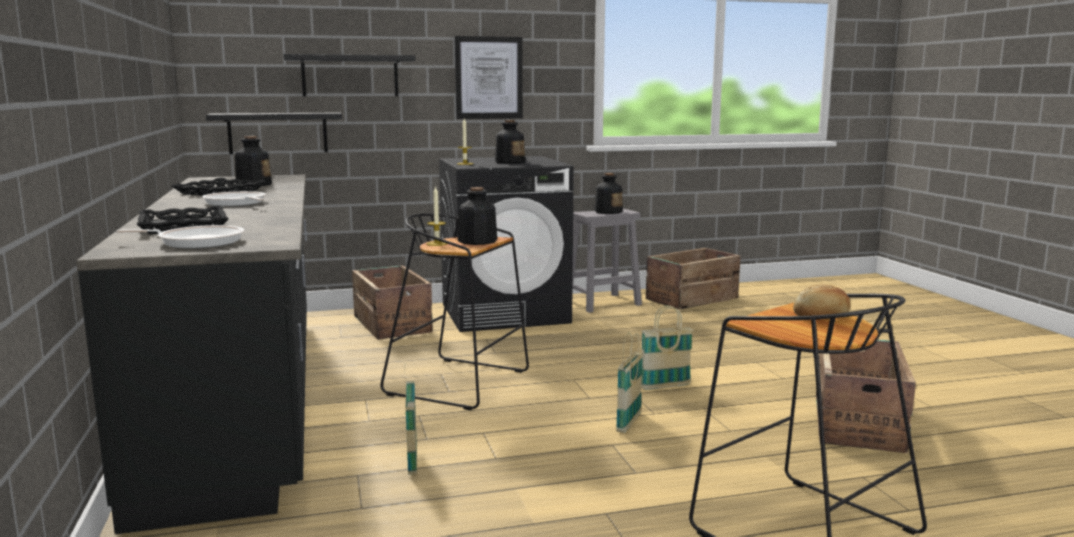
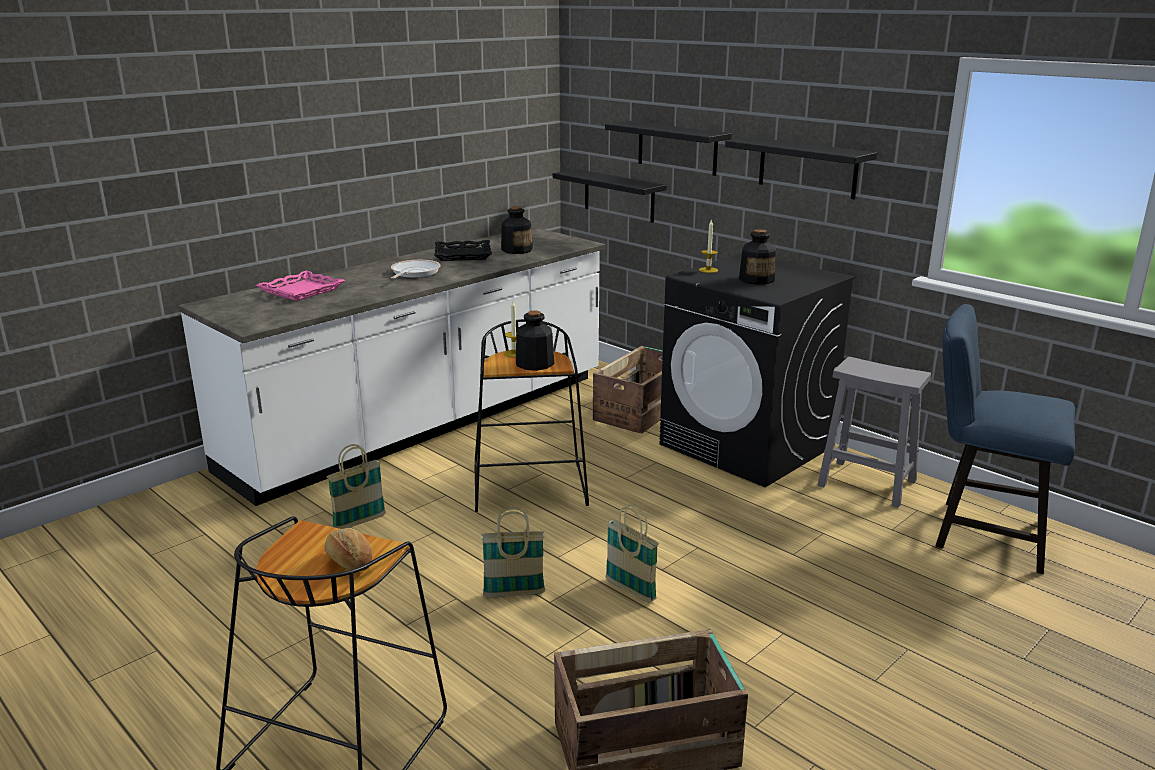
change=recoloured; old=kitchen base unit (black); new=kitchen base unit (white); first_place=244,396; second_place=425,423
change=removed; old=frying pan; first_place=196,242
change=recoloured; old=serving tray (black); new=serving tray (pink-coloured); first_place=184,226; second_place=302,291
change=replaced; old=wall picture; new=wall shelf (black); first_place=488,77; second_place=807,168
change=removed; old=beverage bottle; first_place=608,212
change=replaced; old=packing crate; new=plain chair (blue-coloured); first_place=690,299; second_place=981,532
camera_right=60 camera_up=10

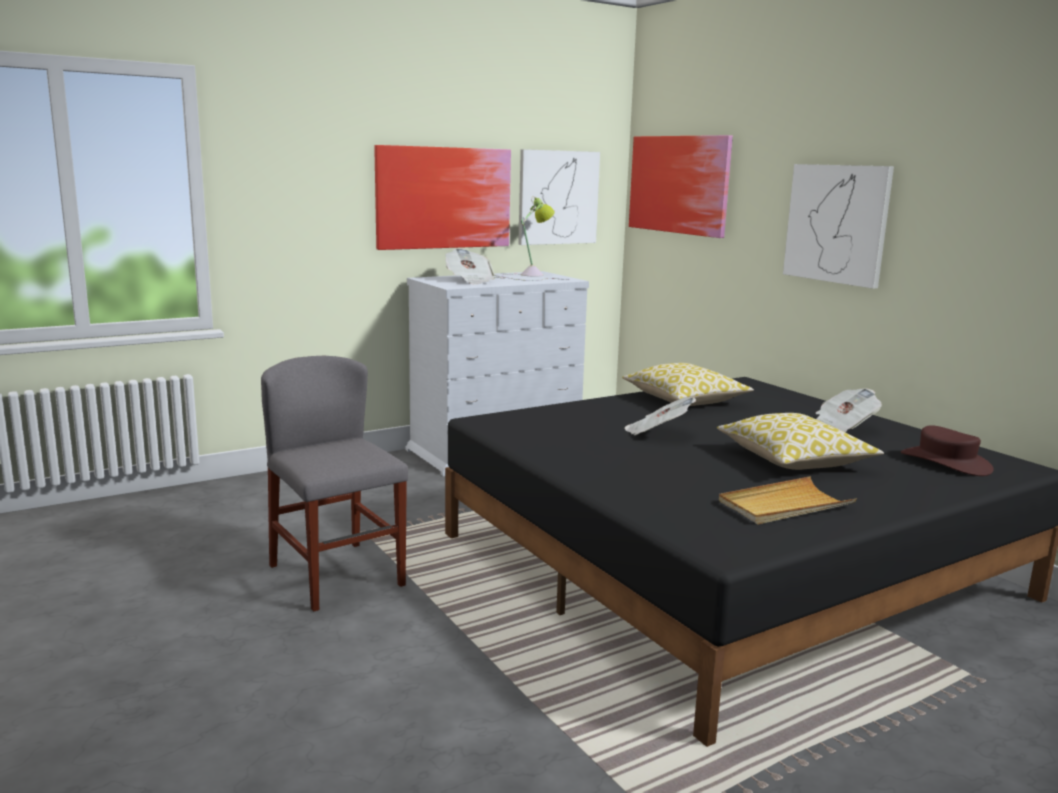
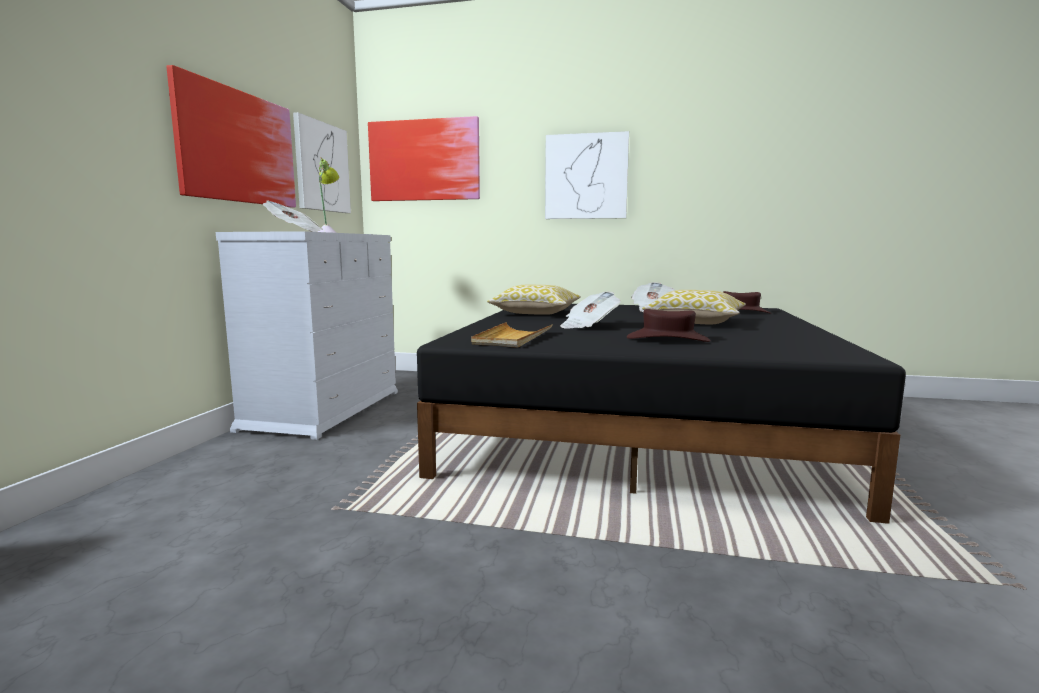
change=removed; old=plain chair (greyish); first_place=336,575
change=moved; old=serving tray (beige-coloured); first_place=784,505; second_place=512,338
change=added; new=clothing hat (brown); second_place=667,339
camera_right=-45 camera_up=-5

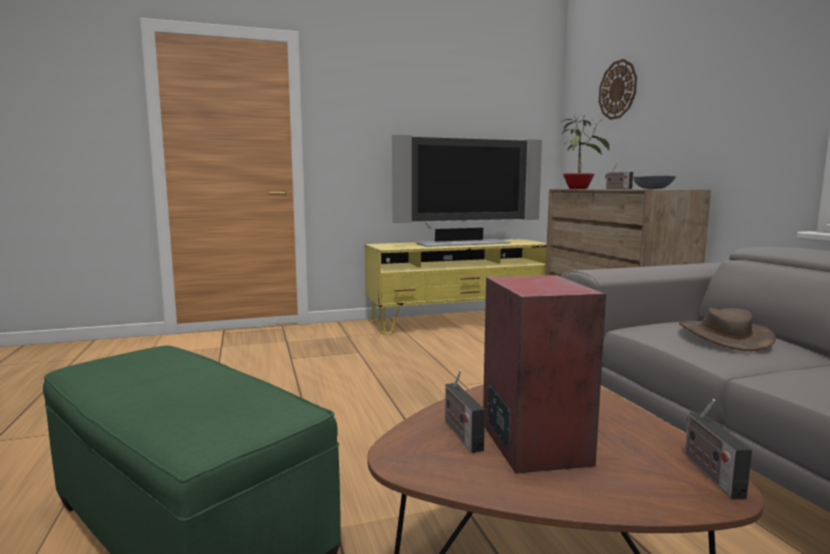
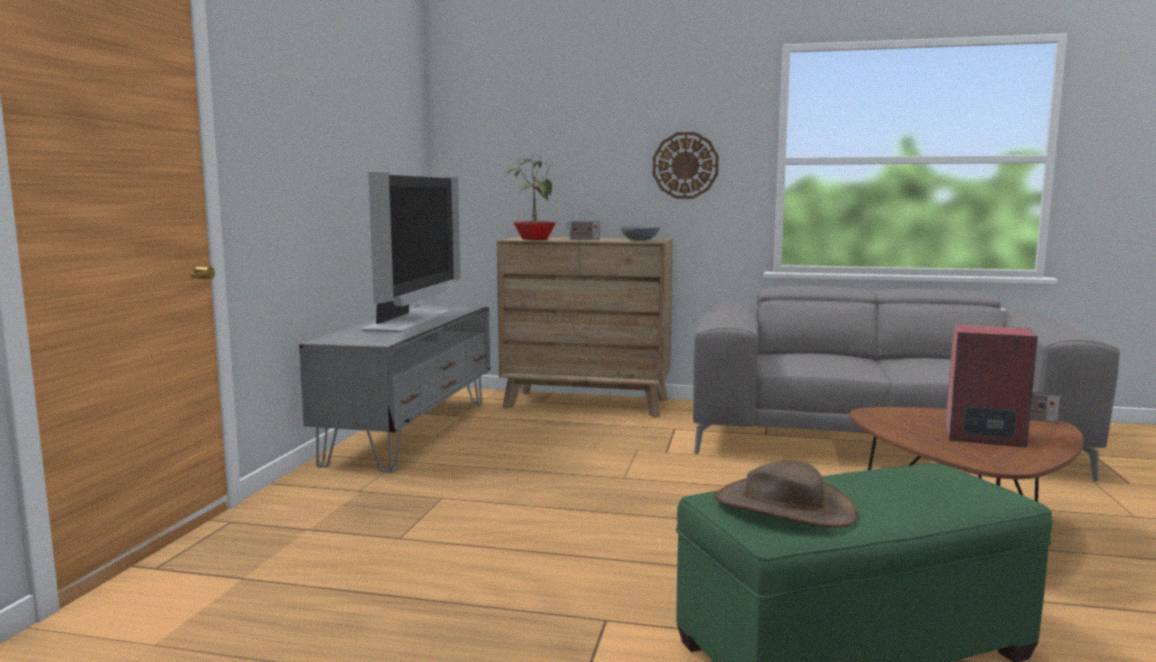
change=recoloured; old=media console (yellow-coloured); new=media console (greyish); first_place=458,321; second_place=411,431
change=removed; old=radio receiver; first_place=460,434
change=moved; old=wall clock; first_place=618,90; second_place=685,165
change=moved; old=clothing hat (brown); first_place=724,337; second_place=784,507
camera_right=-60 camera_up=0

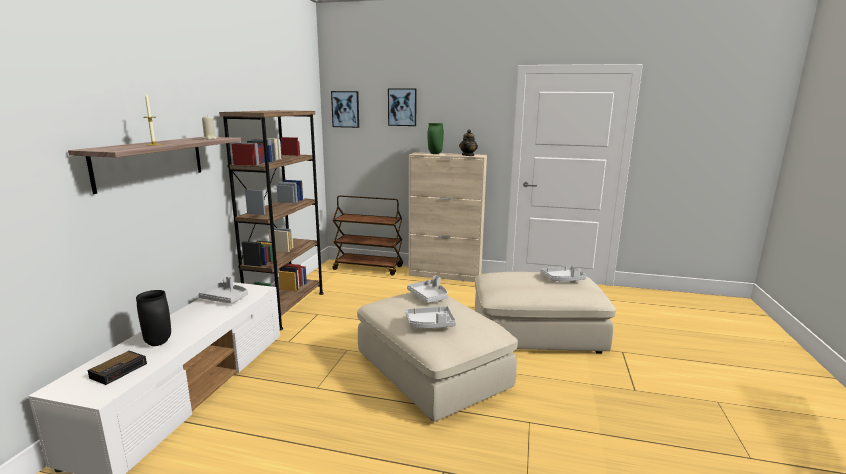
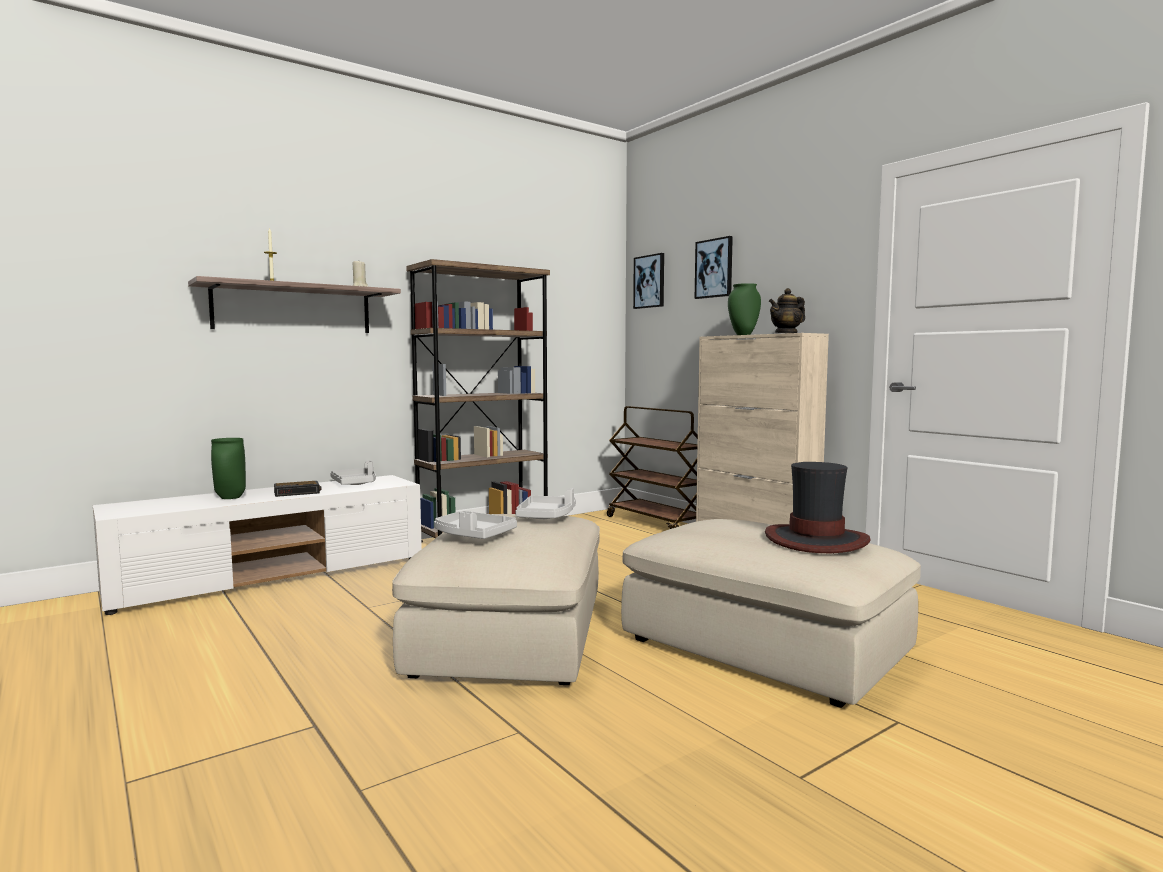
change=moved; old=bedside clock; first_place=120,370; second_place=298,492
change=recoloured; old=decorative vase (black); new=decorative vase (greenish); first_place=157,343; second_place=229,498
change=replaced; old=serving tray (greyish); new=clothing hat; first_place=562,279; second_place=816,540
camera_right=40 camera_up=-10

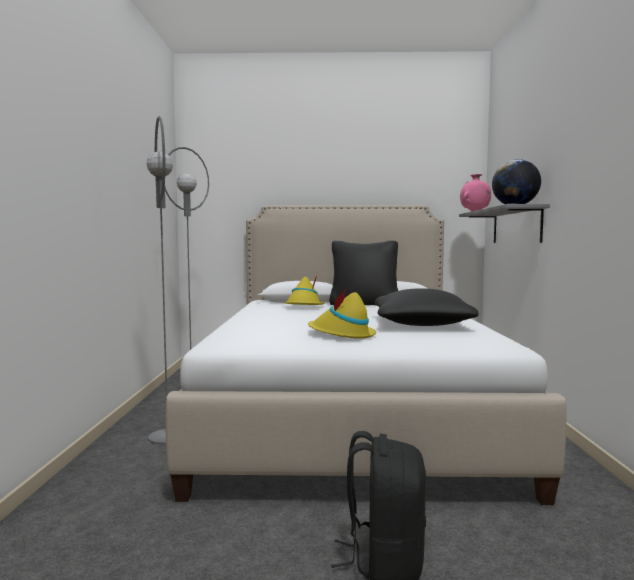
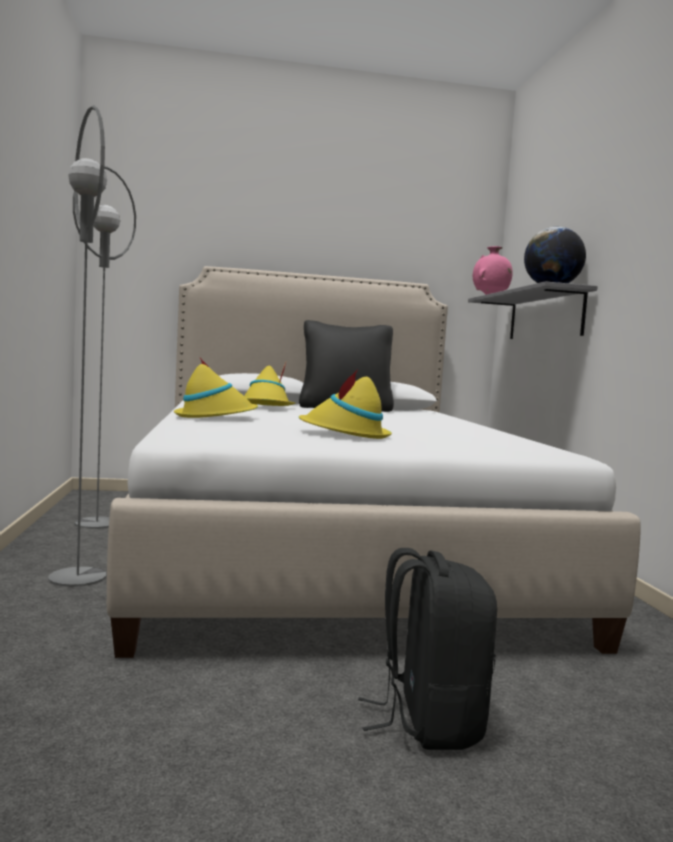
change=removed; old=pillow (black); first_place=421,324
change=added; new=clothing hat (yellow-coloured); second_place=215,417
camera_right=-10 camera_up=0

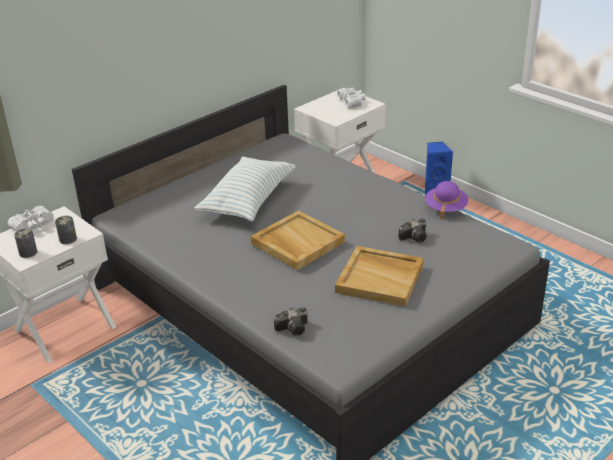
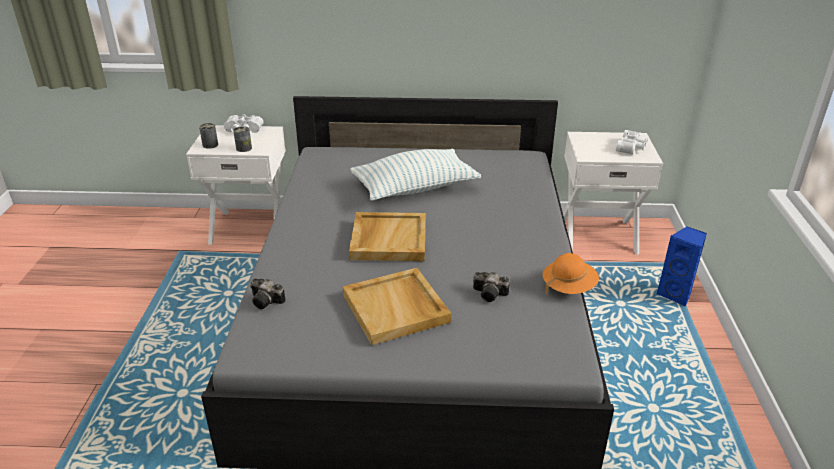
change=recoloured; old=clothing hat (purple-coloured); new=clothing hat (orange); first_place=445,208; second_place=568,287
camera_right=45 camera_up=0

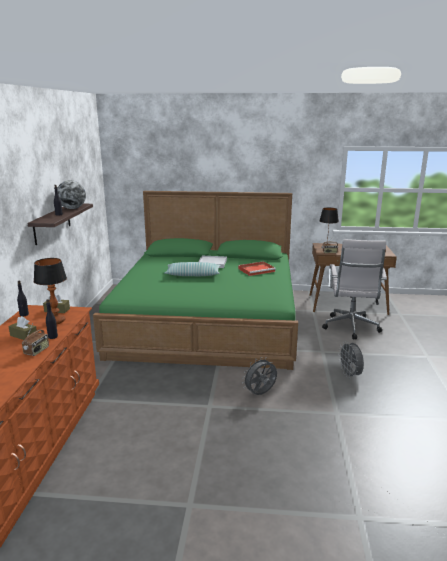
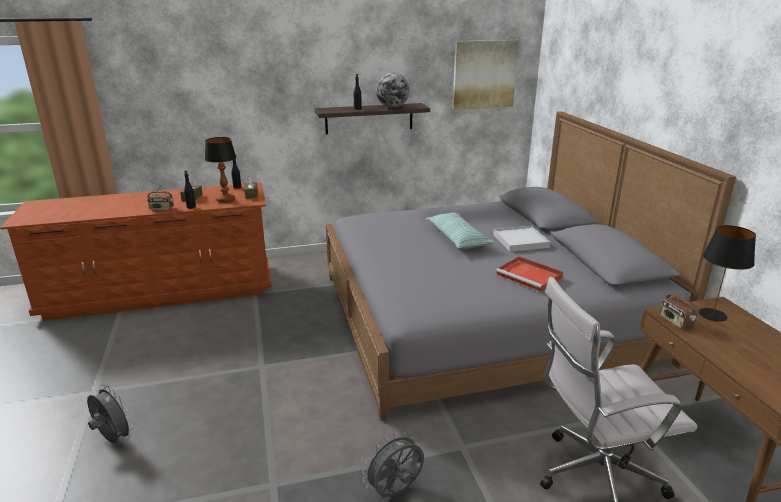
change=recoloured; old=bedroom bed (greenish); new=bedroom bed (greyish); first_place=208,319; second_place=483,315
change=moved; old=fan (greyish); first_place=260,394; second_place=113,439
change=added; new=wall picture; second_place=484,74
camera_right=70 camera_up=5

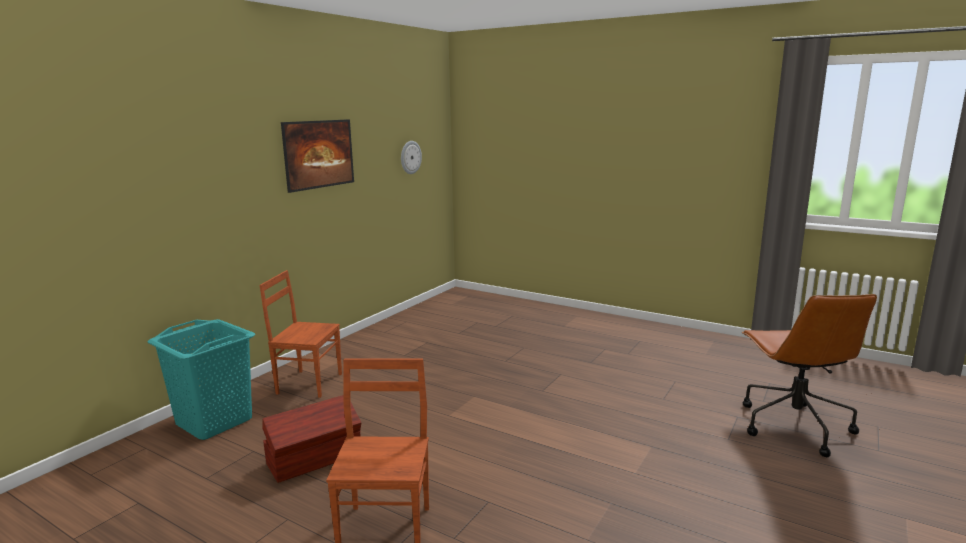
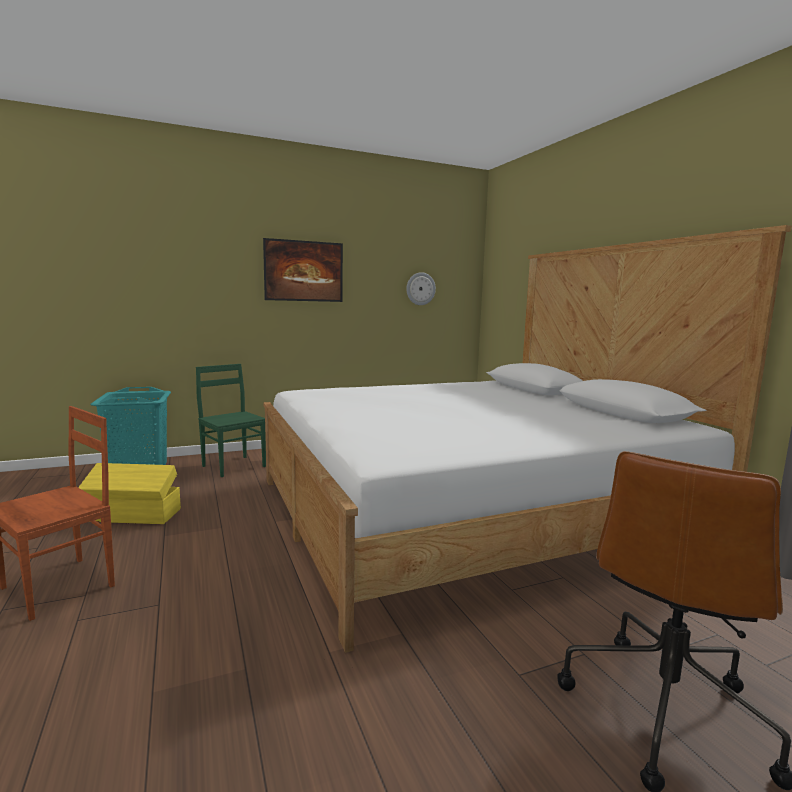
change=recoloured; old=plain chair (brown); new=plain chair (greenish); first_place=309,383; second_place=234,466
change=recoloured; old=storage bin (brown); new=storage bin (yellow-coloured); first_place=316,459; second_place=133,515
change=added; new=bedroom bed; second_place=469,511
camera_right=35 camera_up=-5

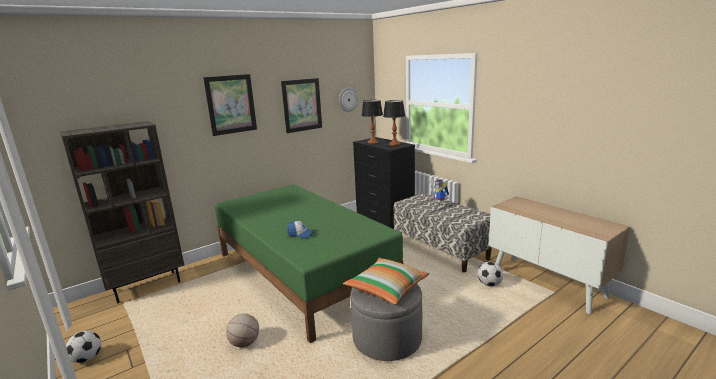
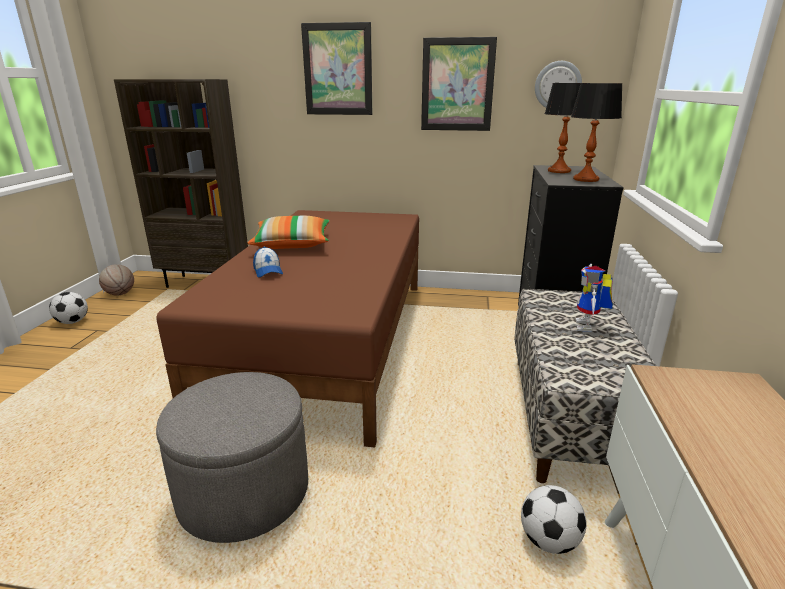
change=recoloured; old=bedroom bed (greenish); new=bedroom bed (brown); first_place=303,272; second_place=330,340
change=moved; old=basketball ball; first_place=244,343; second_place=120,294
change=moved; old=pillow; first_place=387,288; second_place=292,244
camera_right=45 camera_up=5

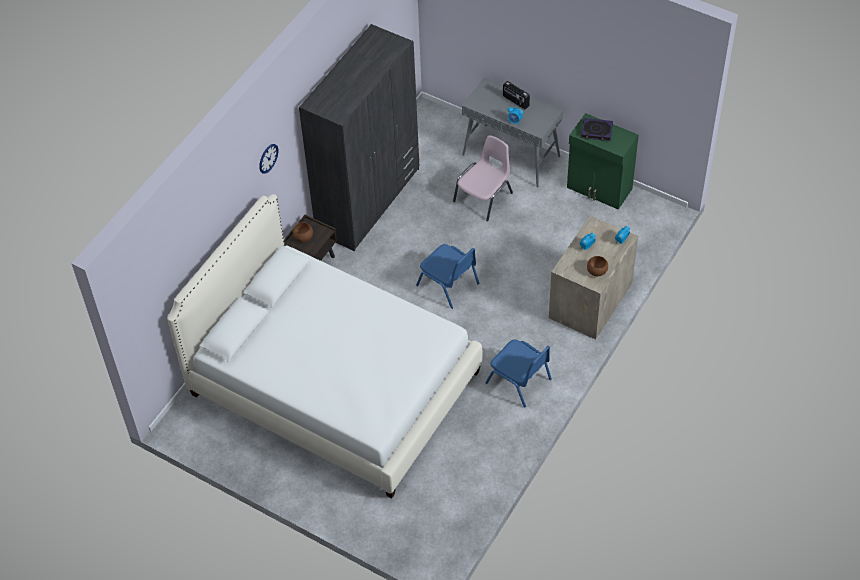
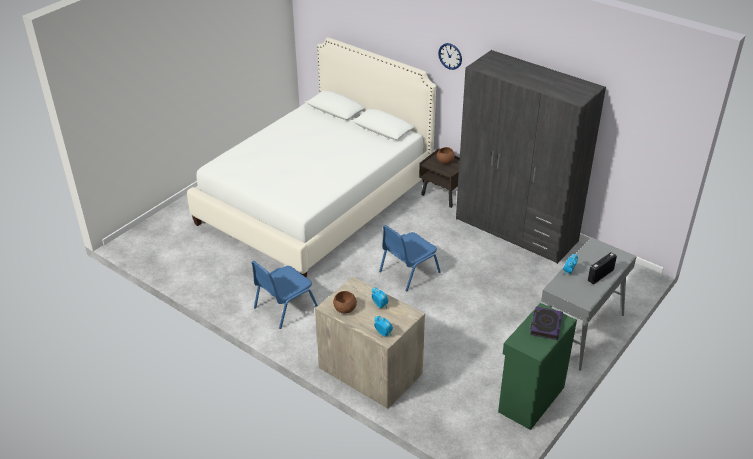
change=removed; old=plain chair (pink-coloured); first_place=484,197
camera_right=95 camera_up=-15

